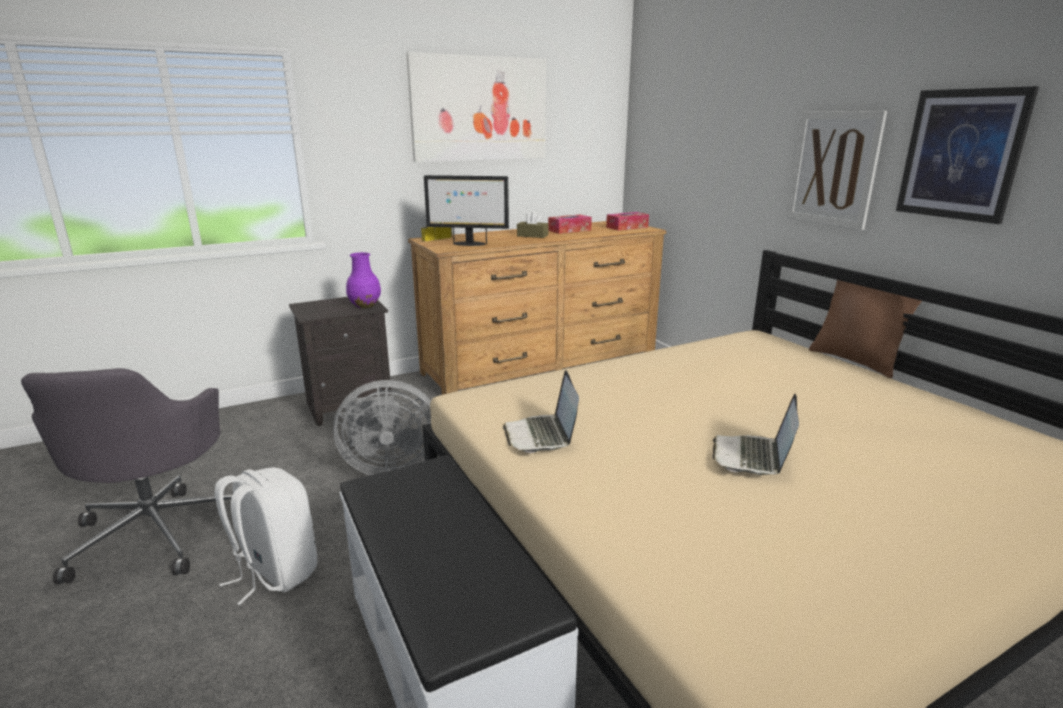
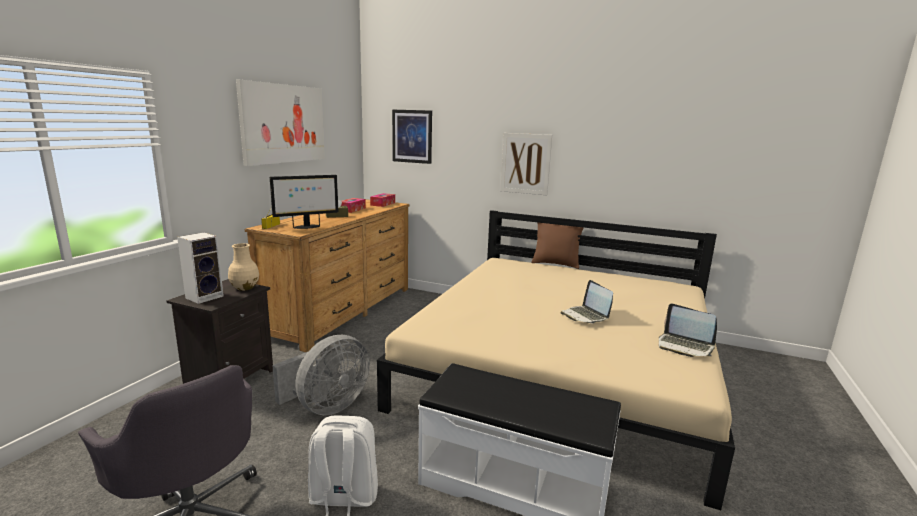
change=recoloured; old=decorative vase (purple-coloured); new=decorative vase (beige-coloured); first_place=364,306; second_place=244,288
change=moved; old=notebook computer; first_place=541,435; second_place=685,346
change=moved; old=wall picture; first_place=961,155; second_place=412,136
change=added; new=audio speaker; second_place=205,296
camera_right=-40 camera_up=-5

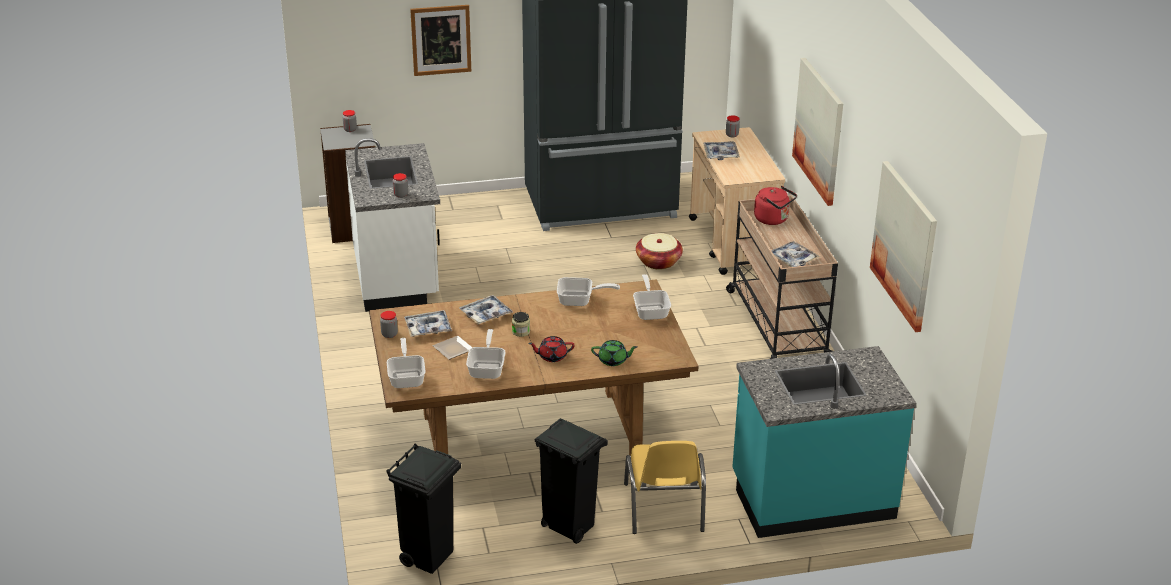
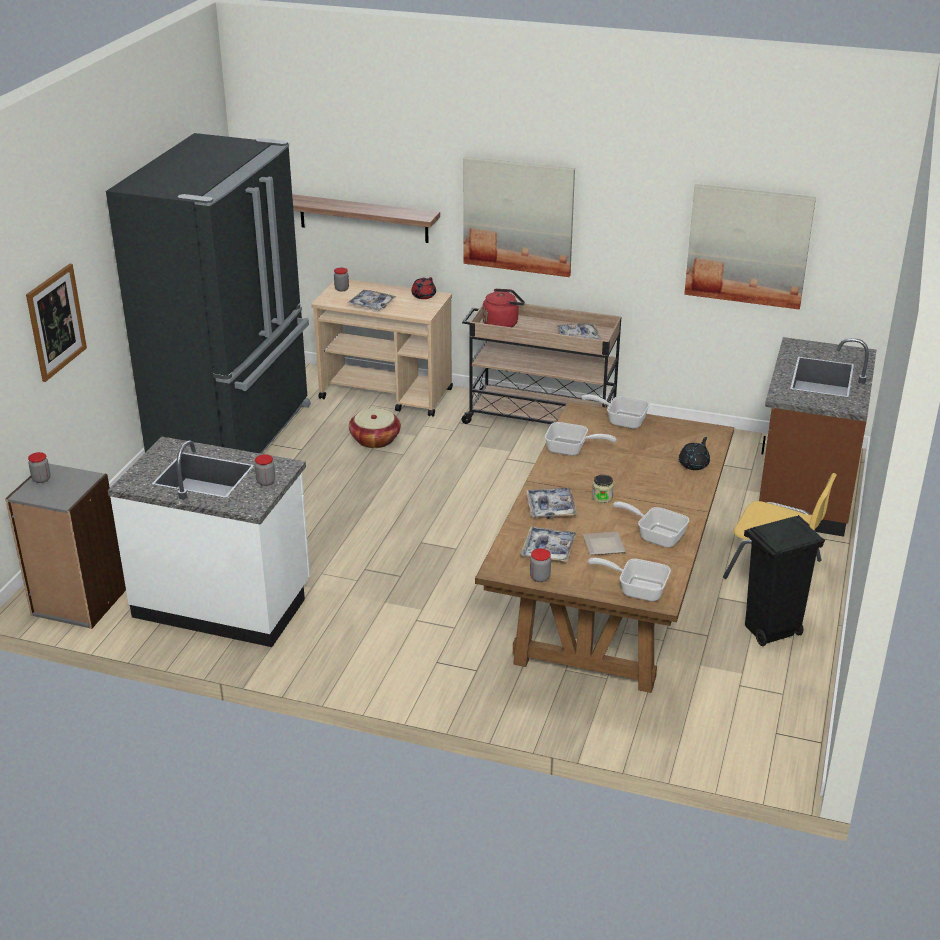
change=removed; old=rubbish bin (black); first_place=428,557
change=moved; old=pot for tea (red); first_place=552,356; second_place=423,296
change=turned; old=frying pan; first_place=580,301; second_place=571,450; degrees=75
change=recoloured; old=pot for tea (greenish); new=pot for tea (black); first_place=613,360; second_place=694,464
change=recoloured; old=kitchen base unit (blue-green); new=kitchen base unit (brown); first_place=812,498; second_place=804,492
change=added; new=wall shelf; second_place=363,218
camera_right=-60 camera_up=0

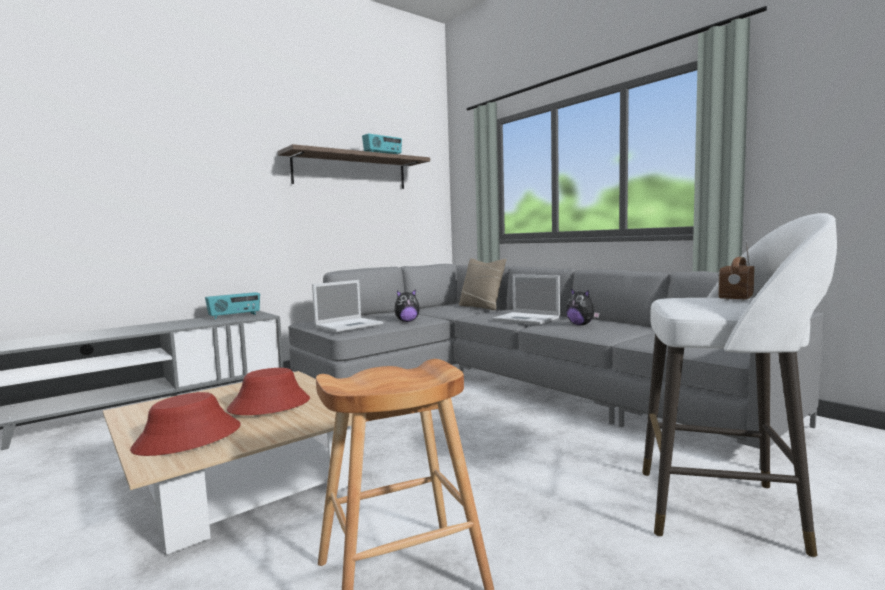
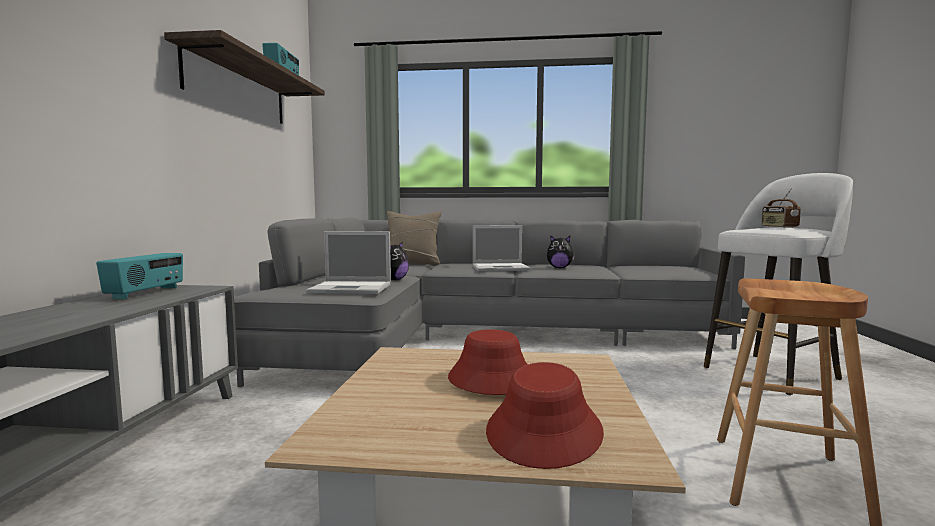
change=turned; old=notebook computer; first_place=350,325; second_place=352,288; degrees=90
camera_right=-45 camera_up=0

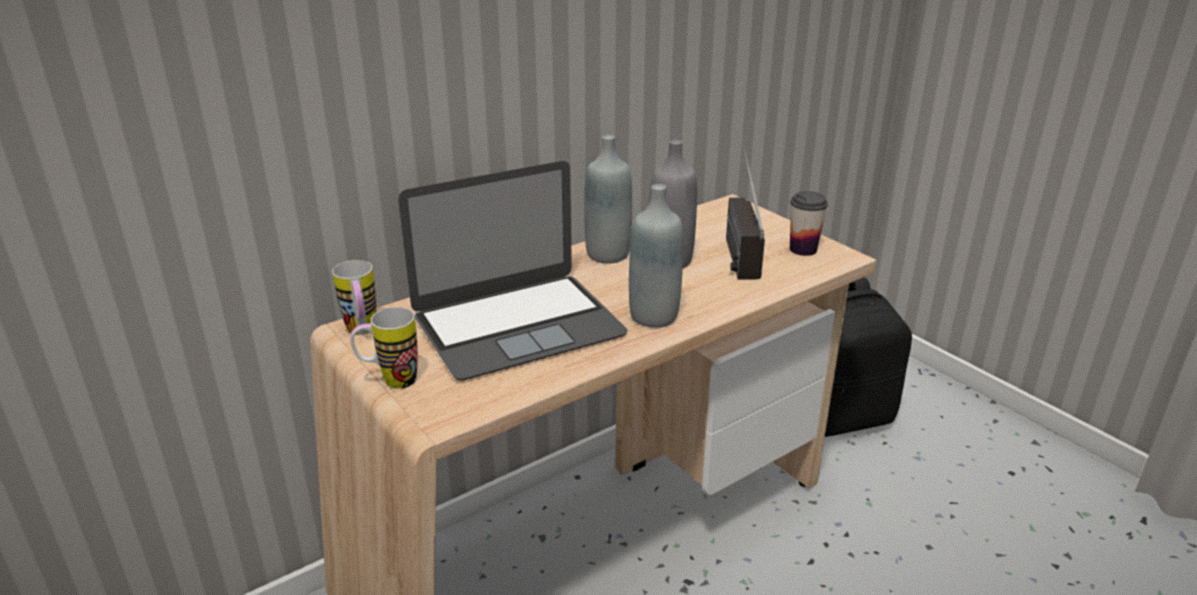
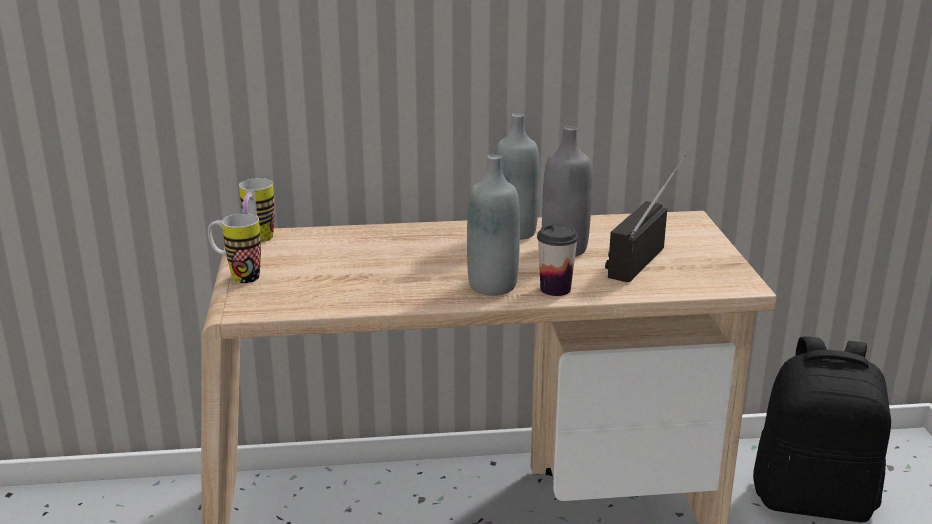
change=removed; old=notebook computer; first_place=518,325
change=moved; old=small cup; first_place=803,249; second_place=555,289
camera_right=30 camera_up=-5

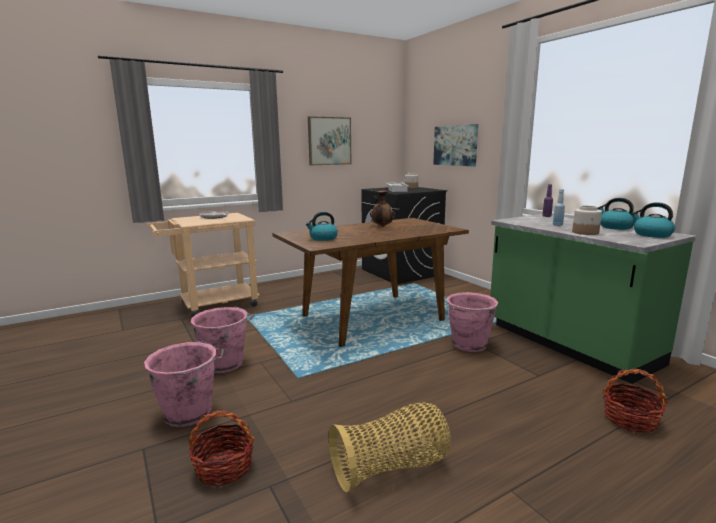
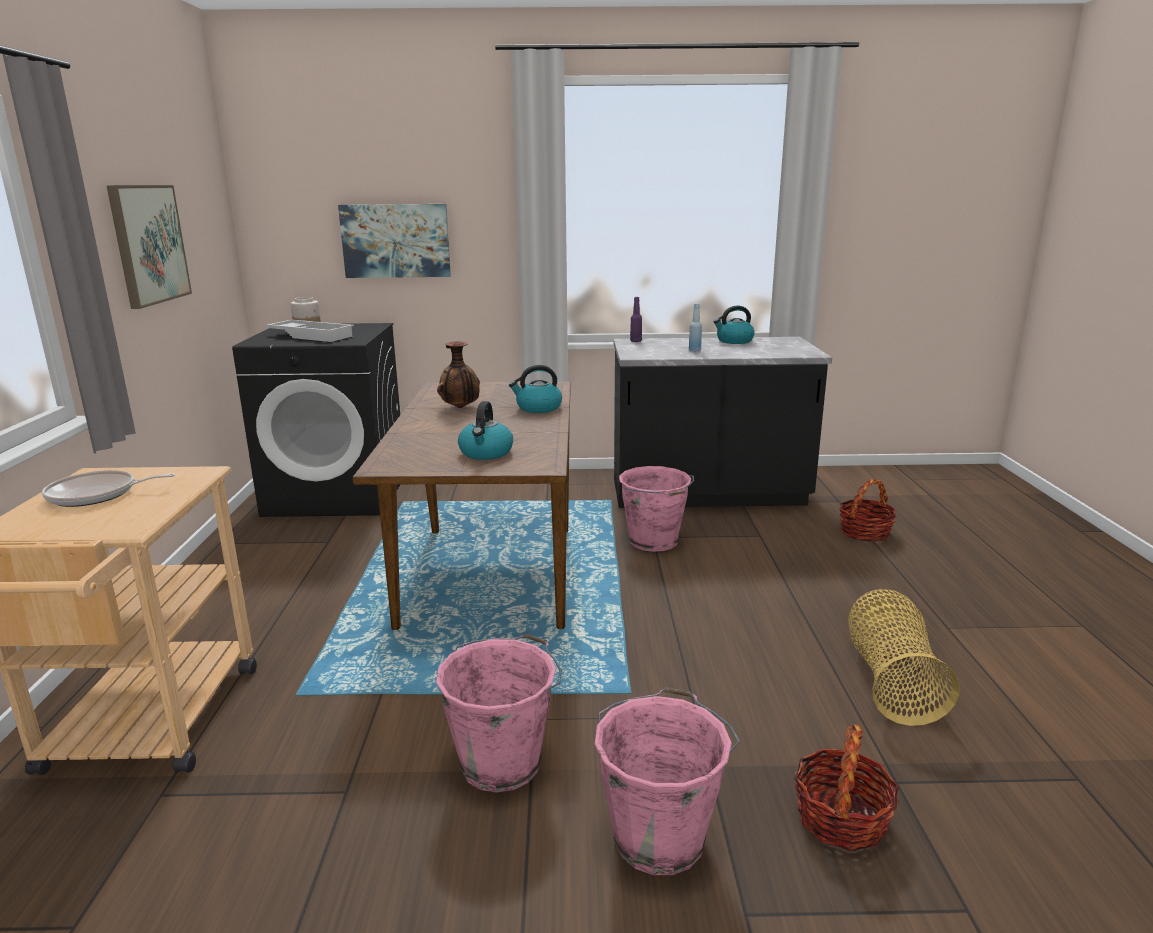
change=recoloured; old=kitchen base unit (greenish); new=kitchen base unit (black); first_place=568,344; second_place=708,495
change=removed; old=preserve jar; first_place=585,232
change=moved; old=tea kettle; first_place=651,235; second_place=538,408
camera_right=-60 camera_up=5

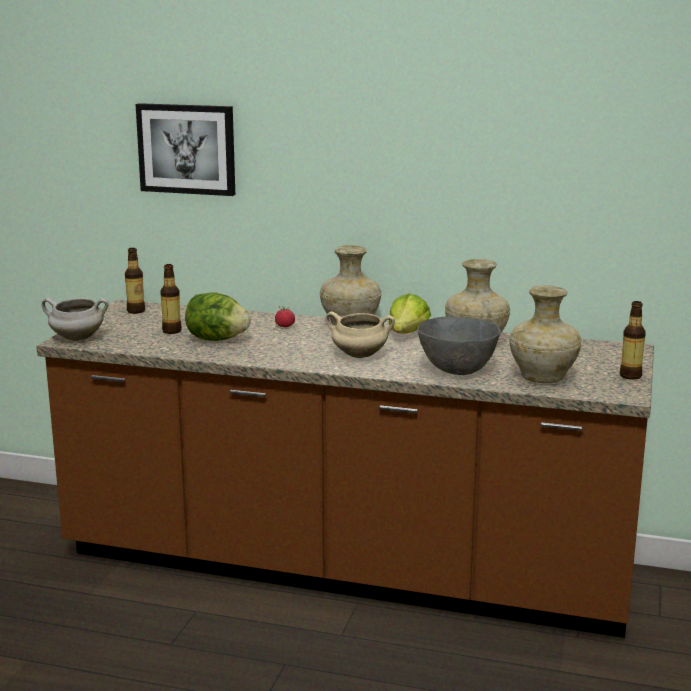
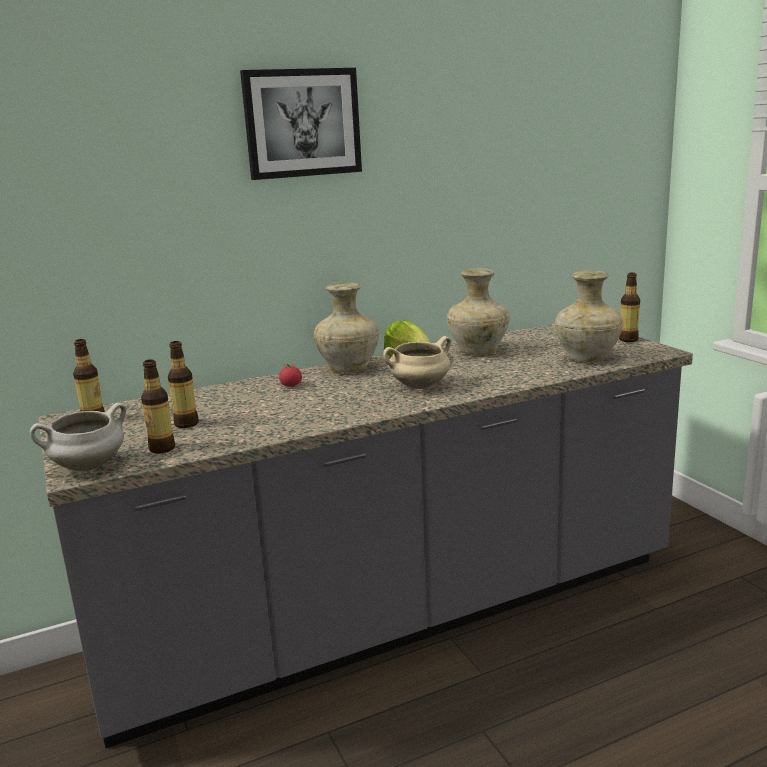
change=recoloured; old=kitchen base unit (brown); new=kitchen base unit (greyish); first_place=345,568; second_place=395,614
change=moved; old=wall picture; first_place=187,149; second_place=302,123
change=removed; old=lettuce; first_place=217,339
change=removed; old=deep dish (greyish); first_place=458,371
change=added; new=beverage bottle; second_place=162,449
camera_right=-40 camera_up=0

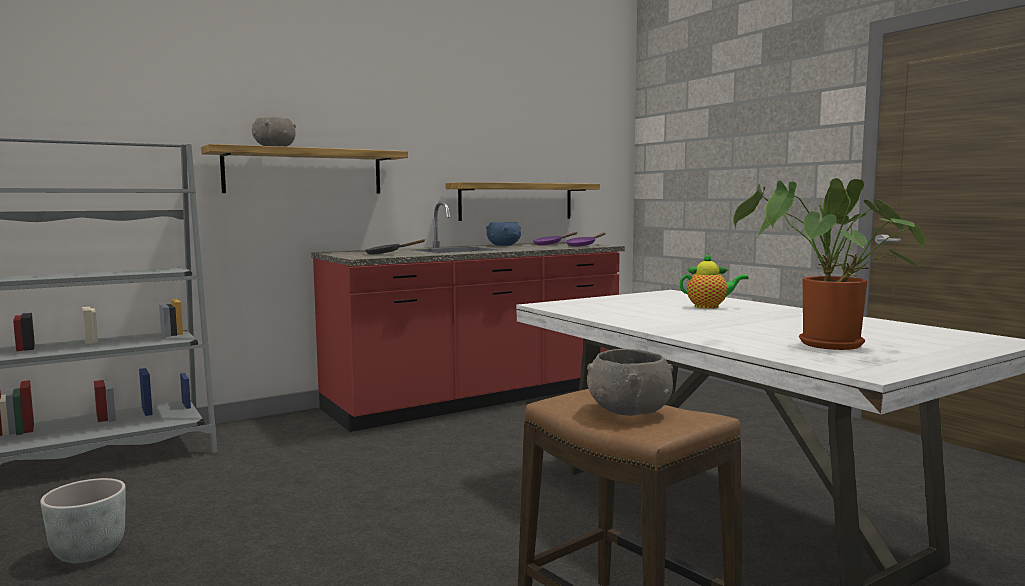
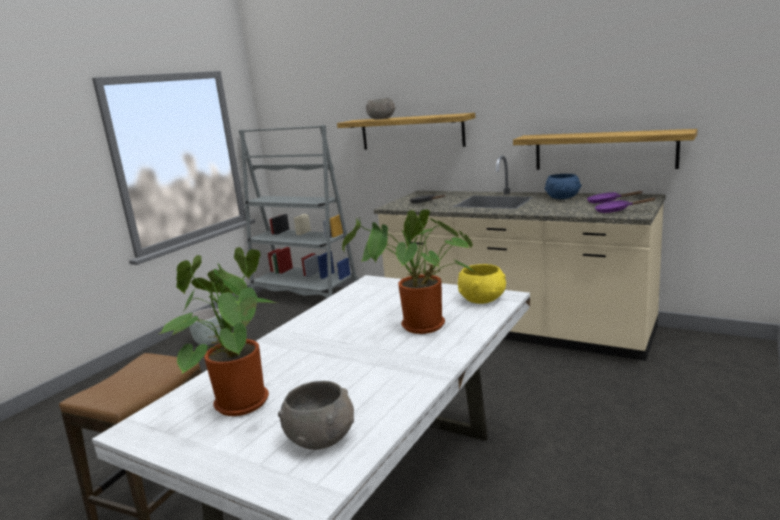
change=recoloured; old=kitchen base unit (red); new=kitchen base unit (beige-coloured); first_place=477,398; second_place=516,328
change=moved; old=deep dish (greyish); first_place=628,410; second_place=321,437
change=replaced; old=pot for tea; new=potted plant; first_place=709,307; second_place=419,328
change=added; new=deep dish (yellow-coloured); second_place=483,299
camera_right=65 camera_up=10

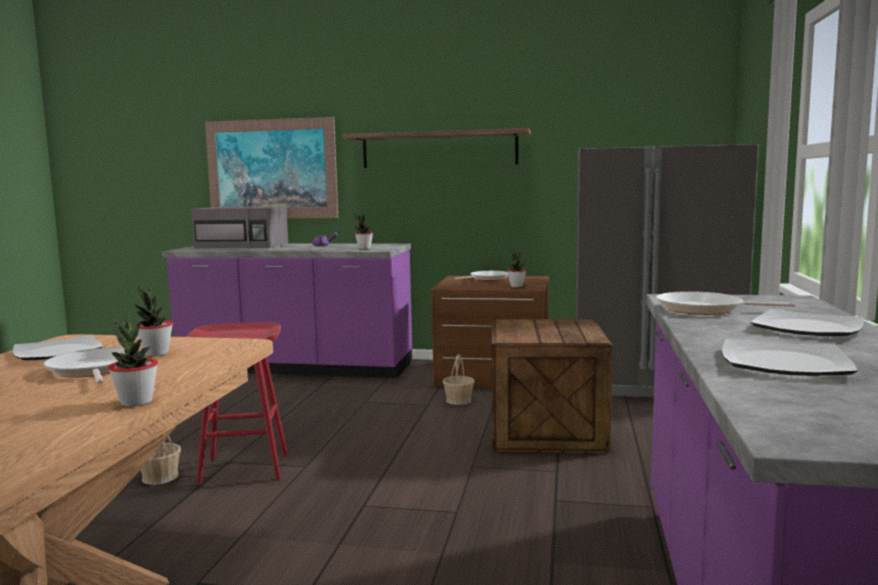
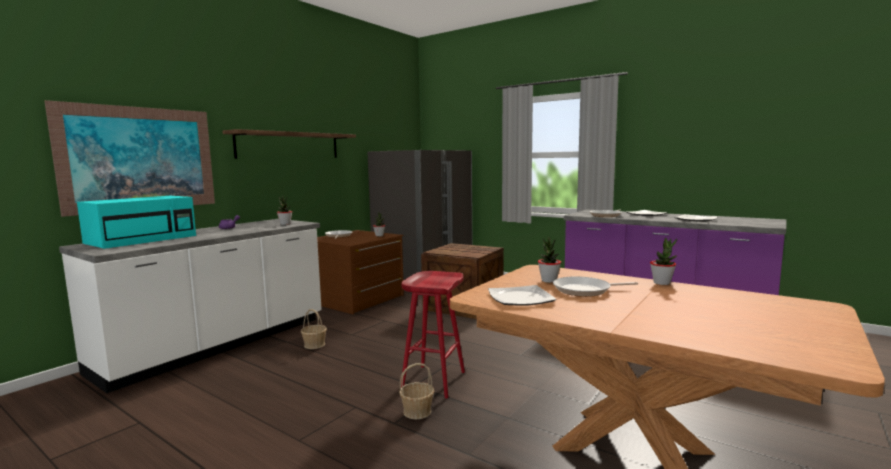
change=recoloured; old=kitchen base unit (purple-coloured); new=kitchen base unit (white); first_place=296,367; second_place=218,345
change=recoloured; old=microwave (greyish); new=microwave (blue-green); first_place=243,245; second_place=143,239
change=moved; old=storage basket; first_place=459,400; second_place=314,345
camera_right=-65 camera_up=0

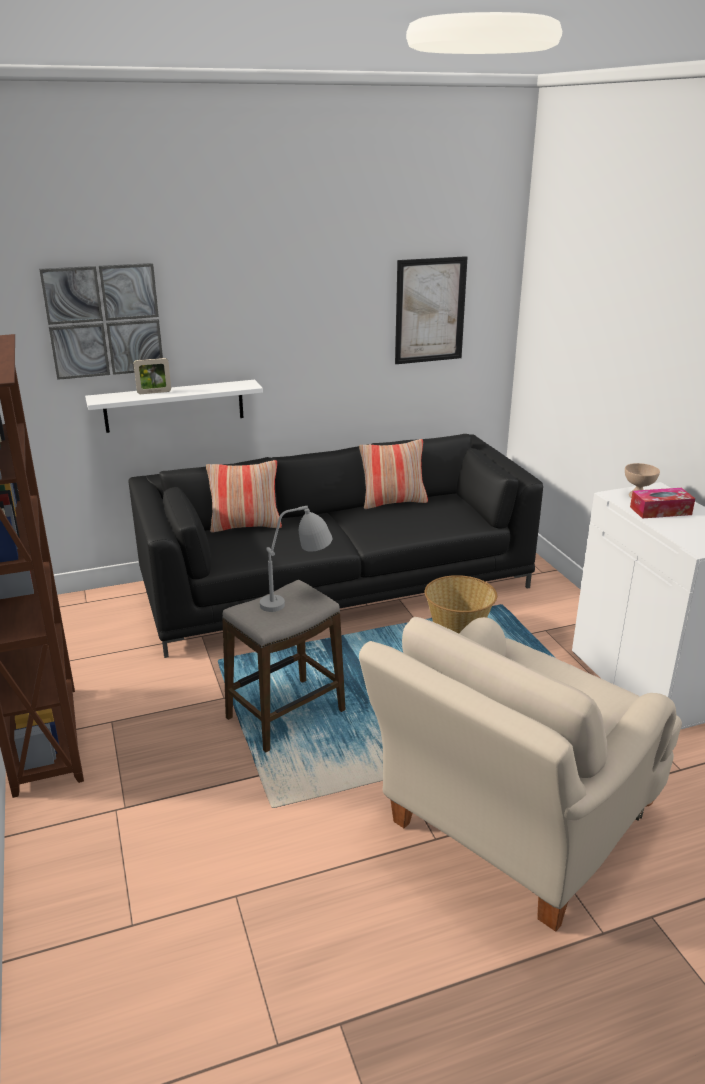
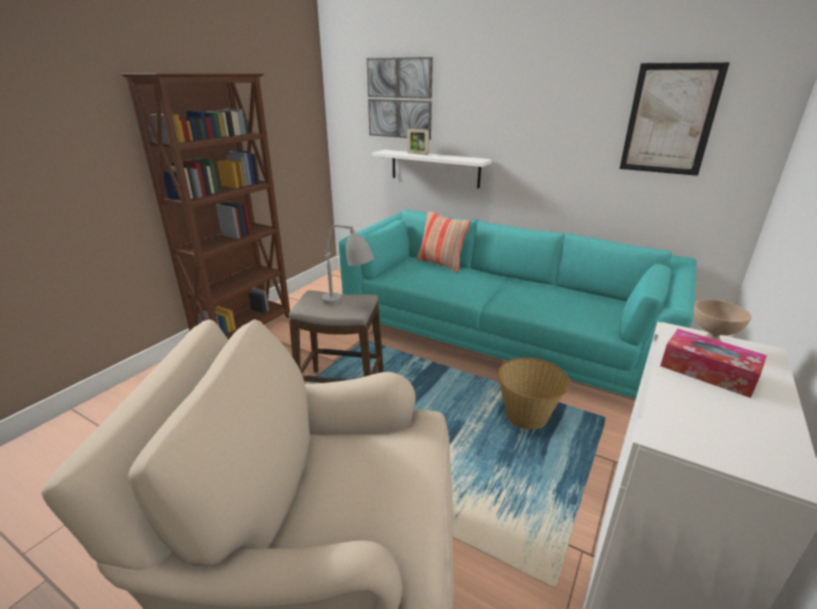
change=recoloured; old=sofa (black); new=sofa (blue-green); first_place=336,585; second_place=498,337
change=removed; old=pillow; first_place=393,502
camera_right=50 camera_up=0

